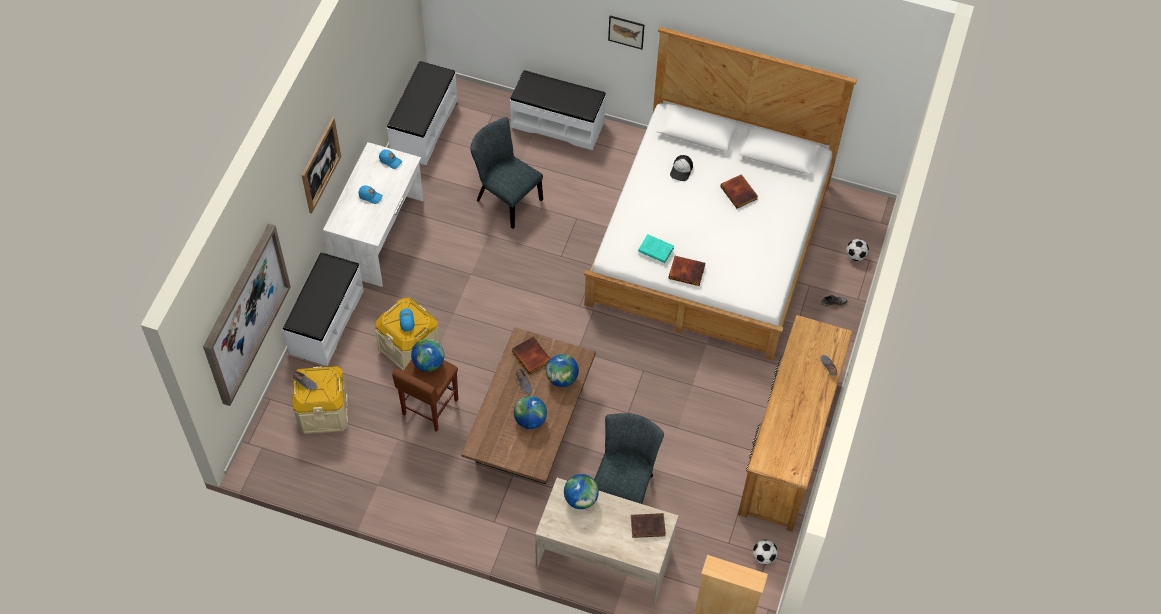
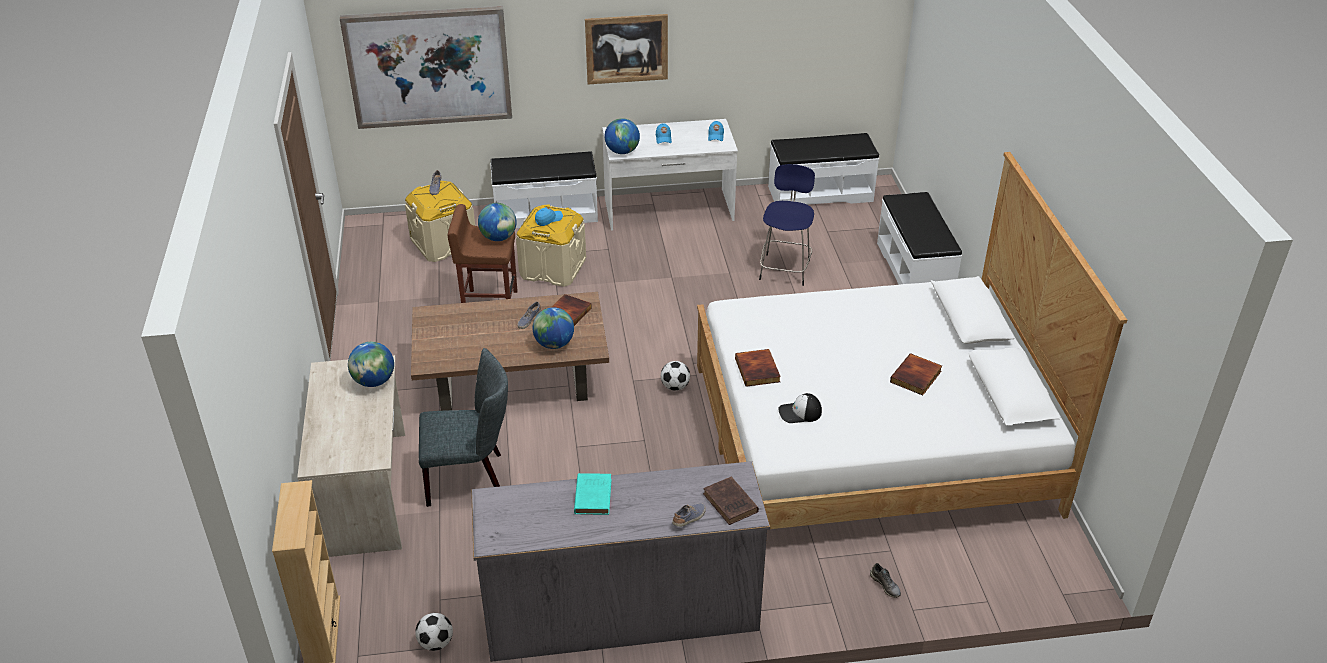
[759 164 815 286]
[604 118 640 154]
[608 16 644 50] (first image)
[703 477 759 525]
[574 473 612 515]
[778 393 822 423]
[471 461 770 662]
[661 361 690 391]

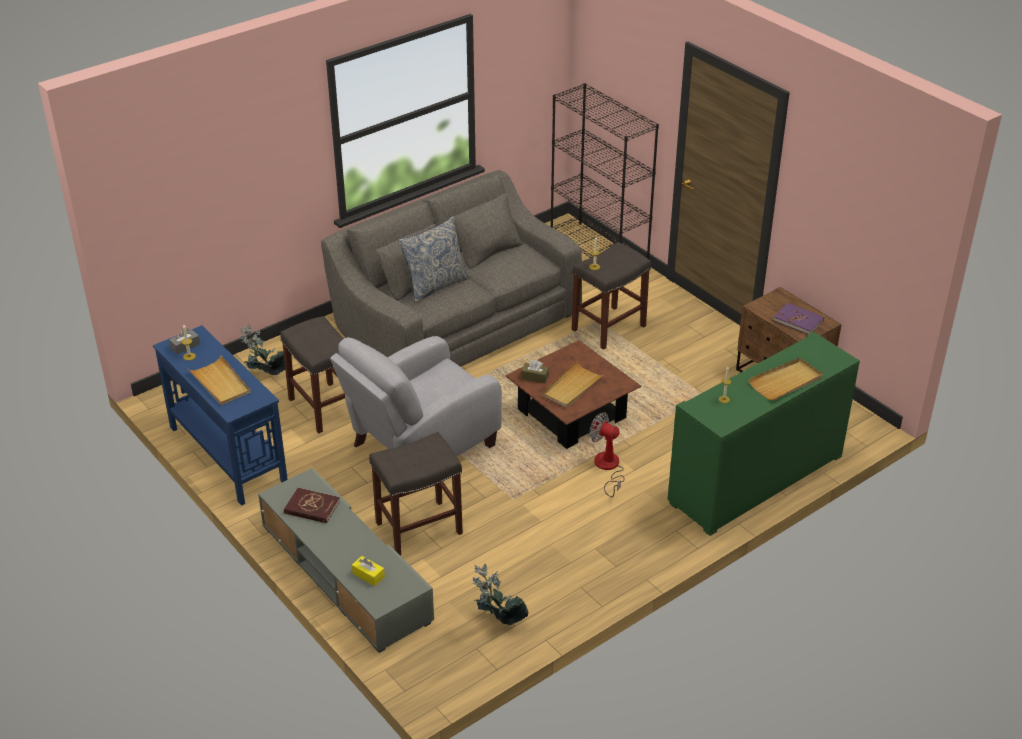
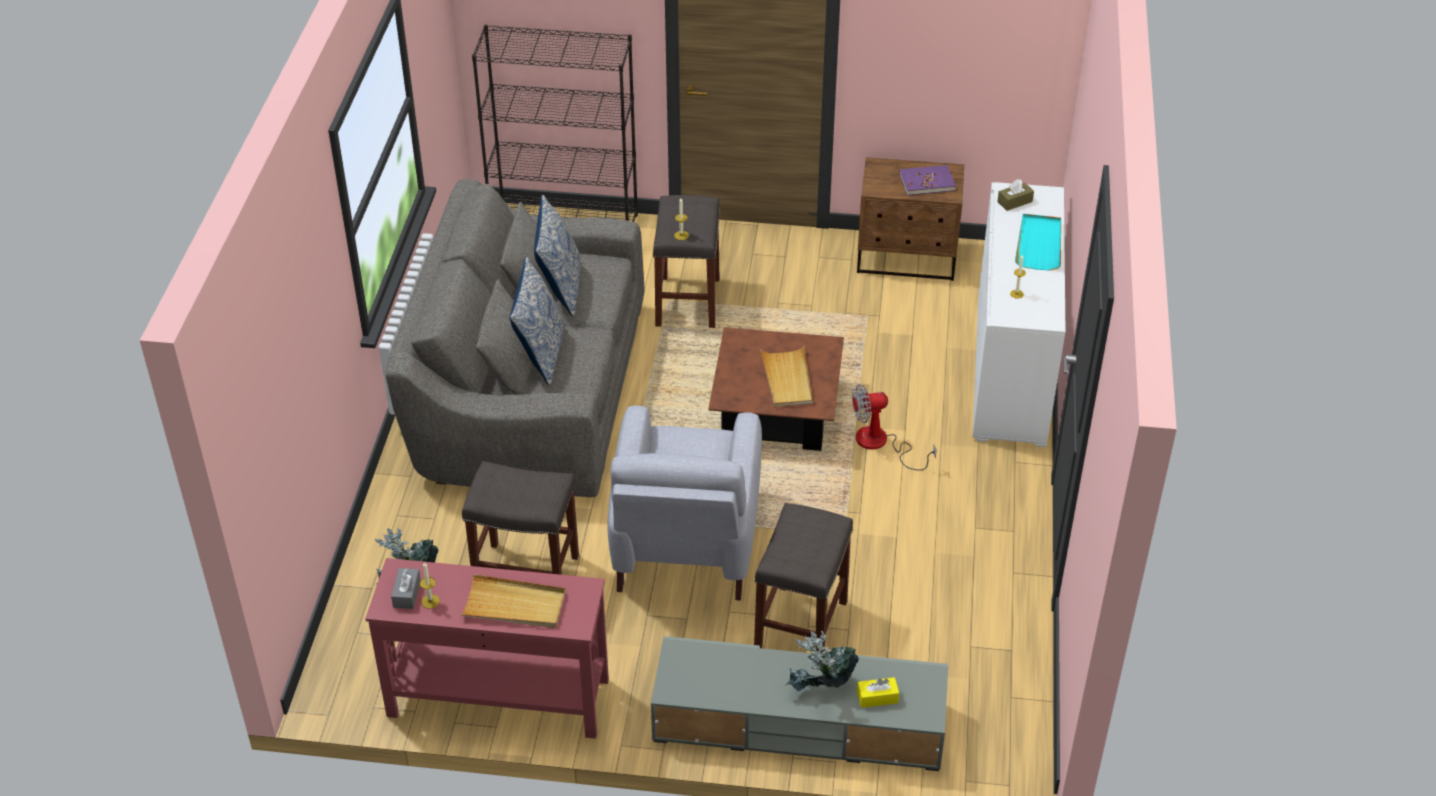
[365 558 609 739]
[284 488 340 523] (first image)
[785 631 859 692]
[997 179 1034 211]
[973 182 1065 447]
[1015 214 1061 271]
[534 194 581 317]

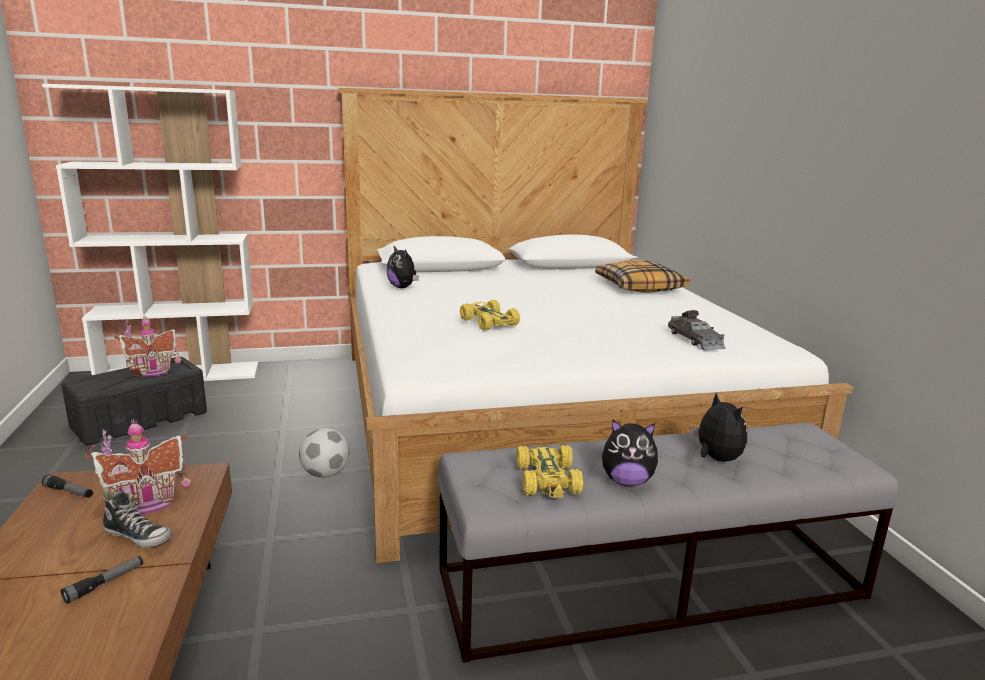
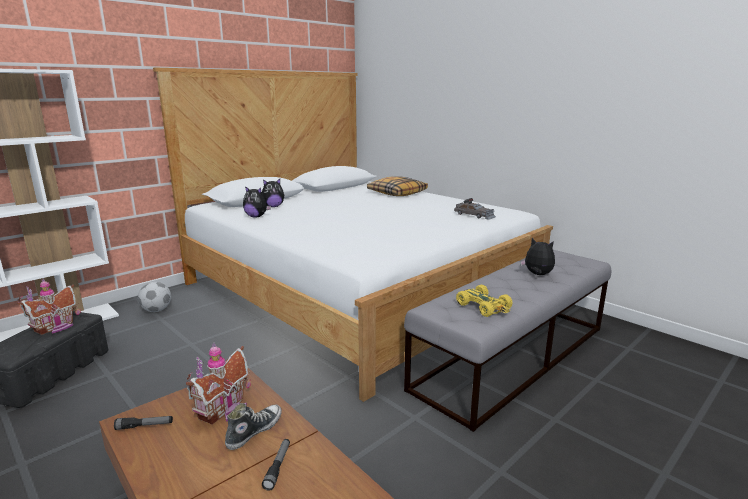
[225 403 282 450]
[138 282 171 312]
[460 300 520 330] (first image)
[262 179 285 207]

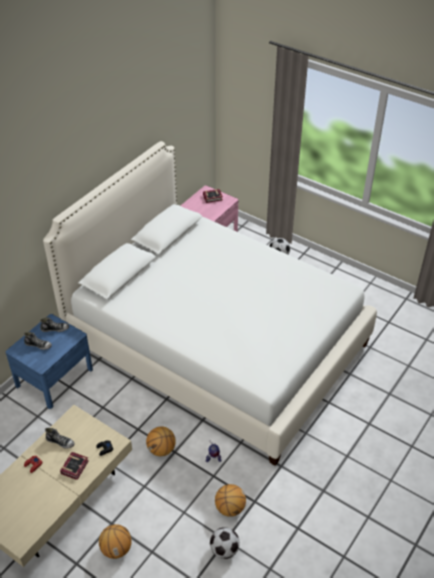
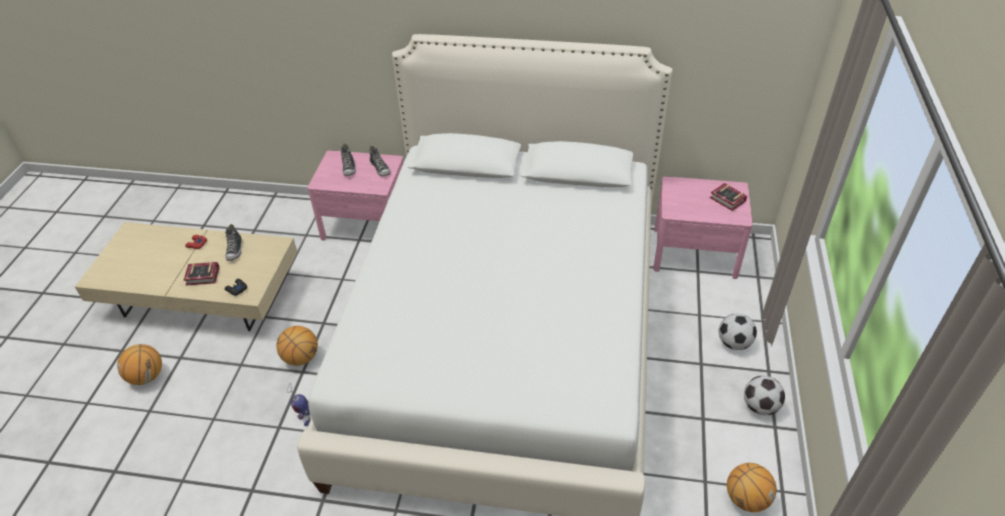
[307 150 404 241]
[744 376 785 415]
[727 463 777 512]

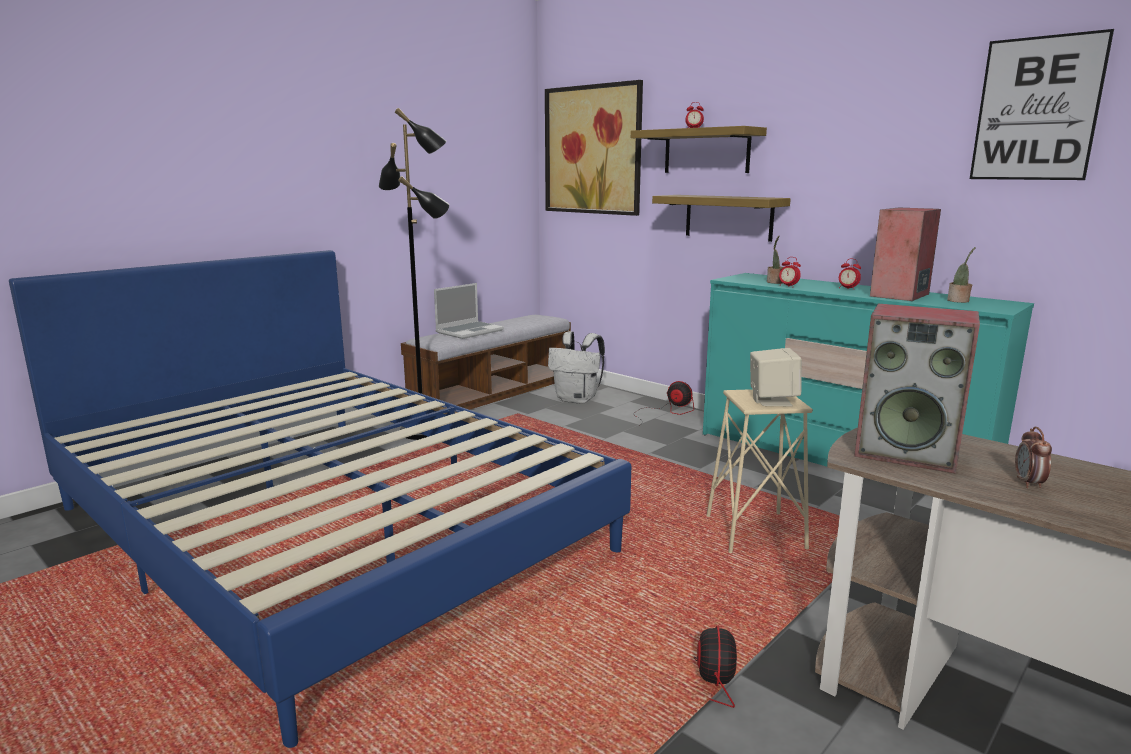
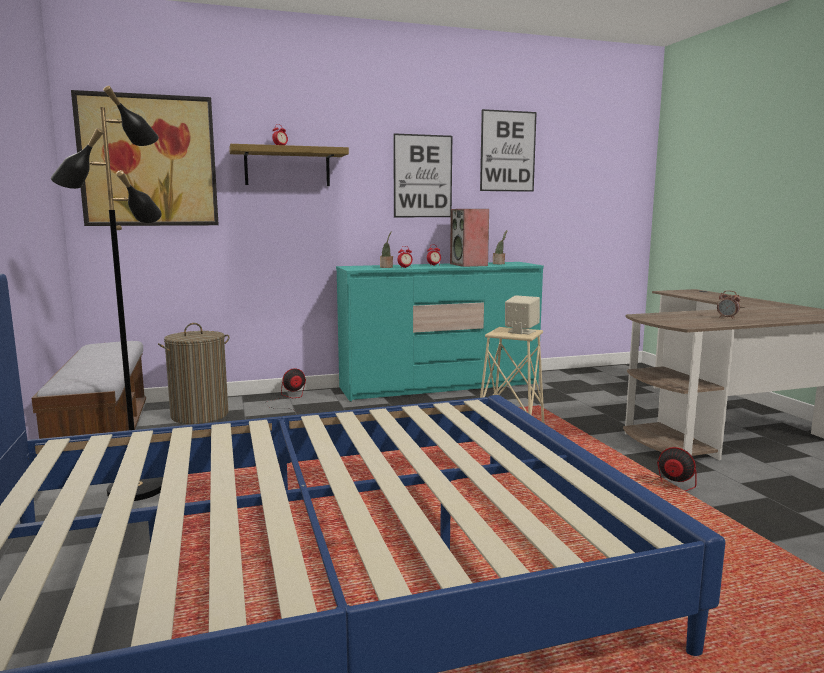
[434 283 504 339] (first image)
[158 323 230 424]
[652 195 791 242] (first image)
[854 304 980 474] (first image)
[393 133 452 217]

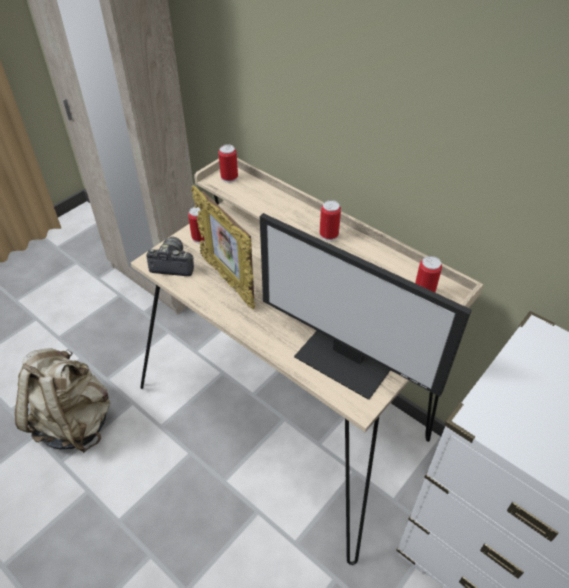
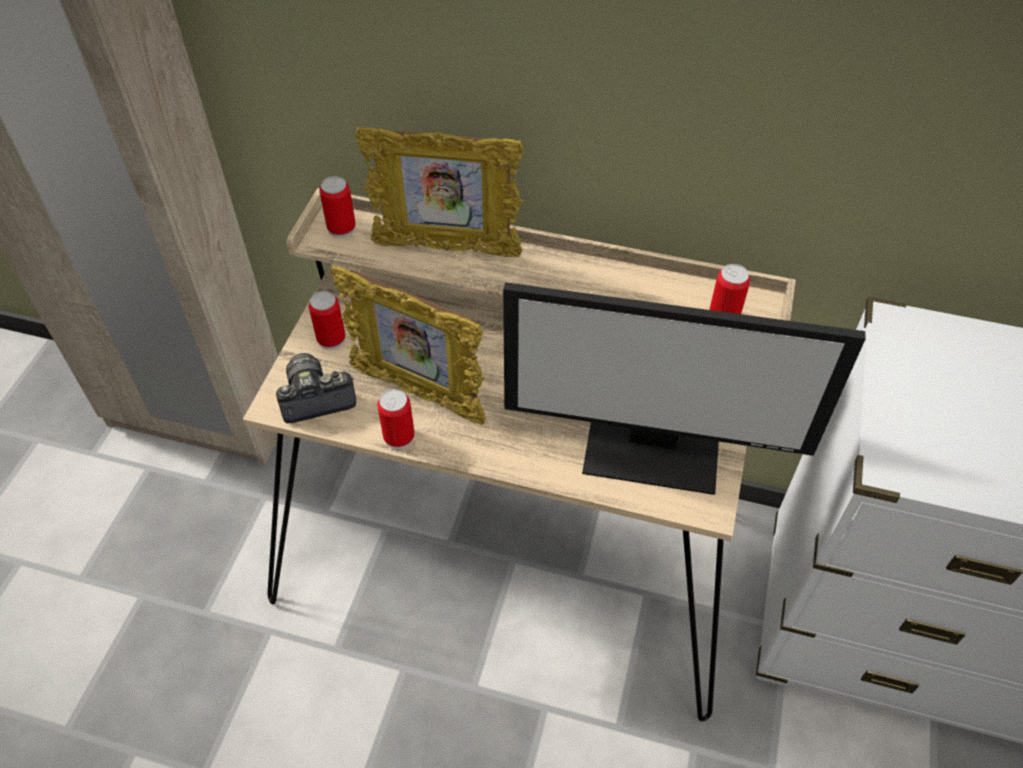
[15 348 110 453] (first image)
[377 389 415 449]
[355 127 524 257]

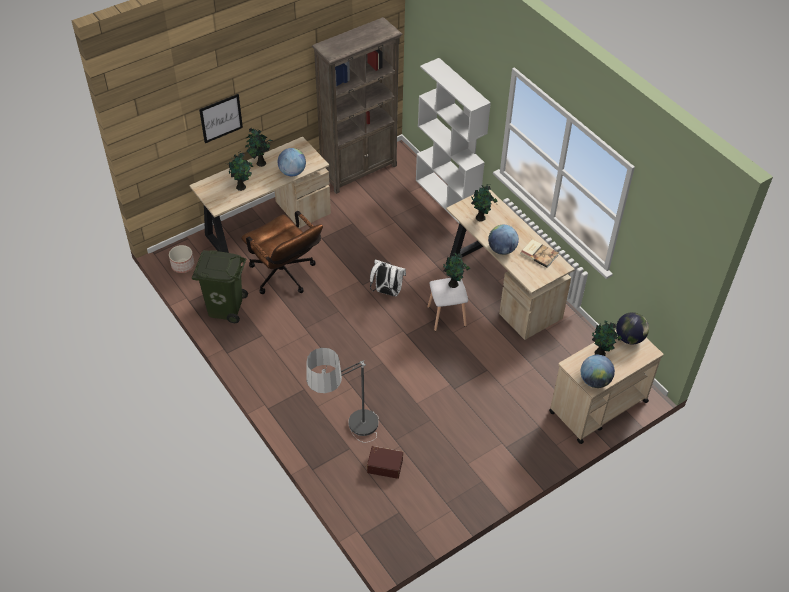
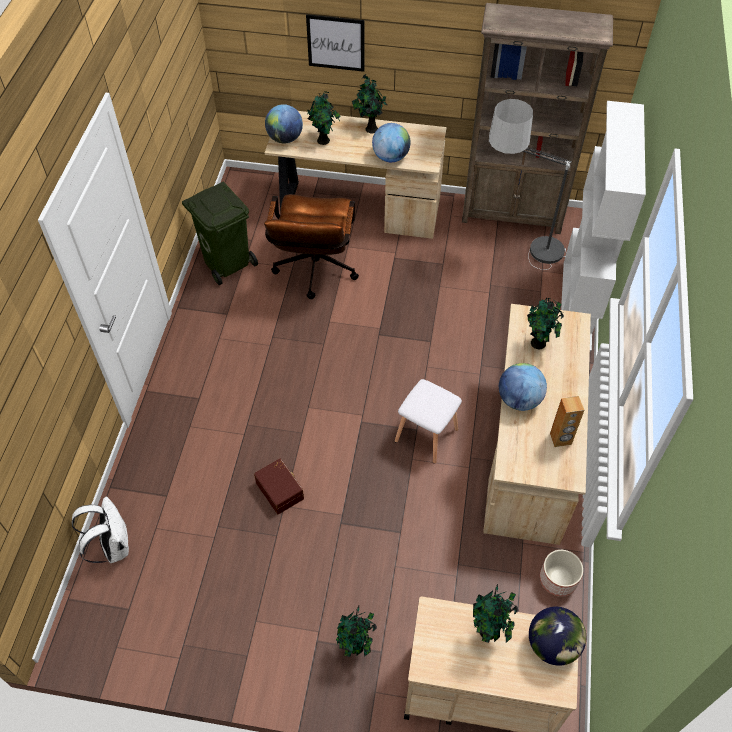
[540 550 583 597]
[489 99 572 270]
[254 458 304 514]
[72 497 129 563]
[336 606 377 657]
[550 396 584 447]
[265 104 303 143]

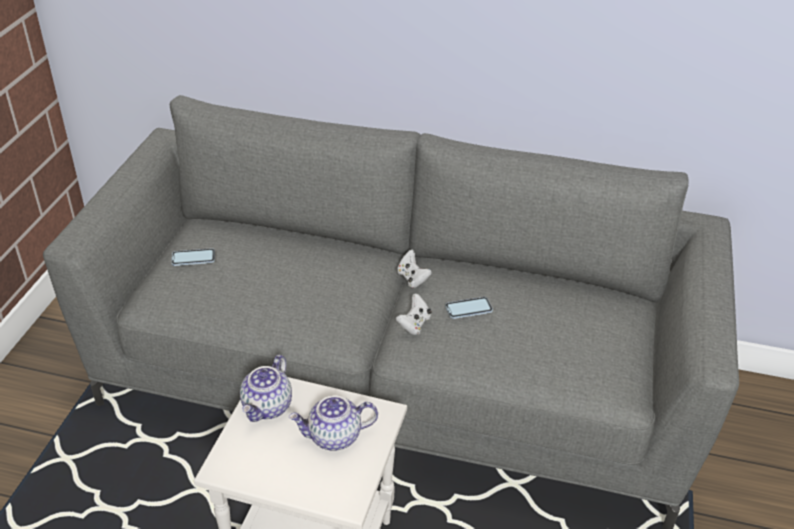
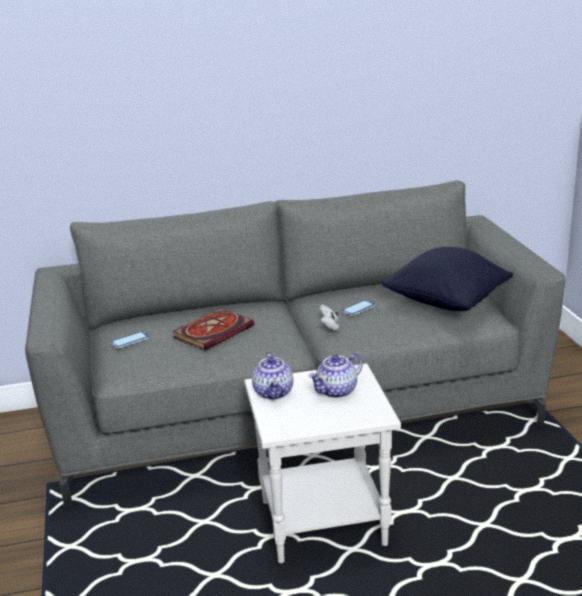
[397 250 432 288] (first image)
[172 308 254 350]
[382 247 513 311]

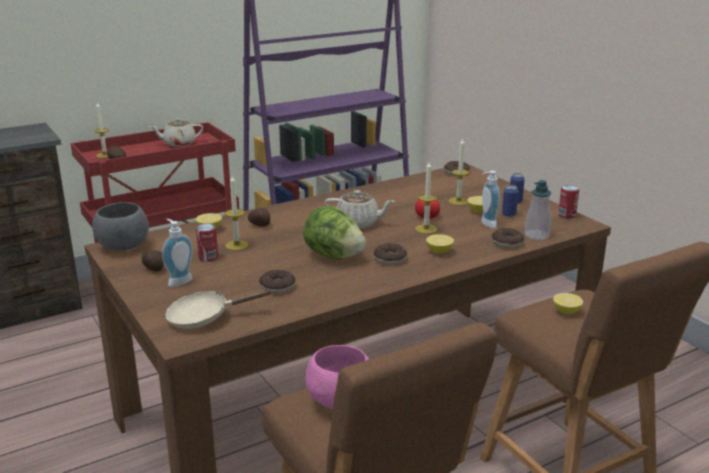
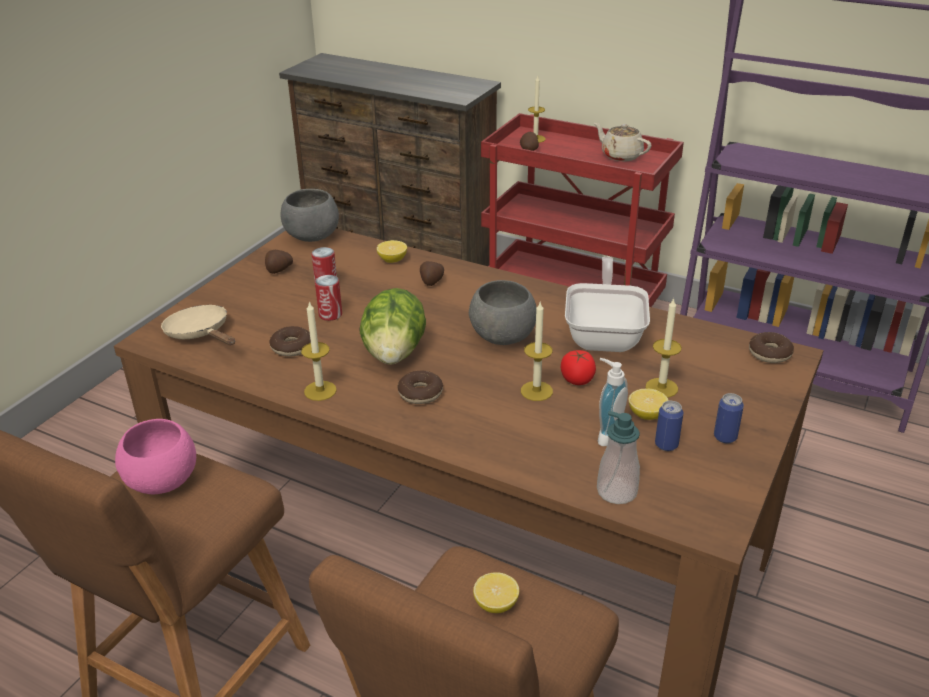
[162 219 193 287] (first image)
[301 301 337 401]
[469 280 537 345]
[426 234 454 254] (first image)
[492 228 524 248] (first image)
[315 275 342 321]
[565 257 650 352]

